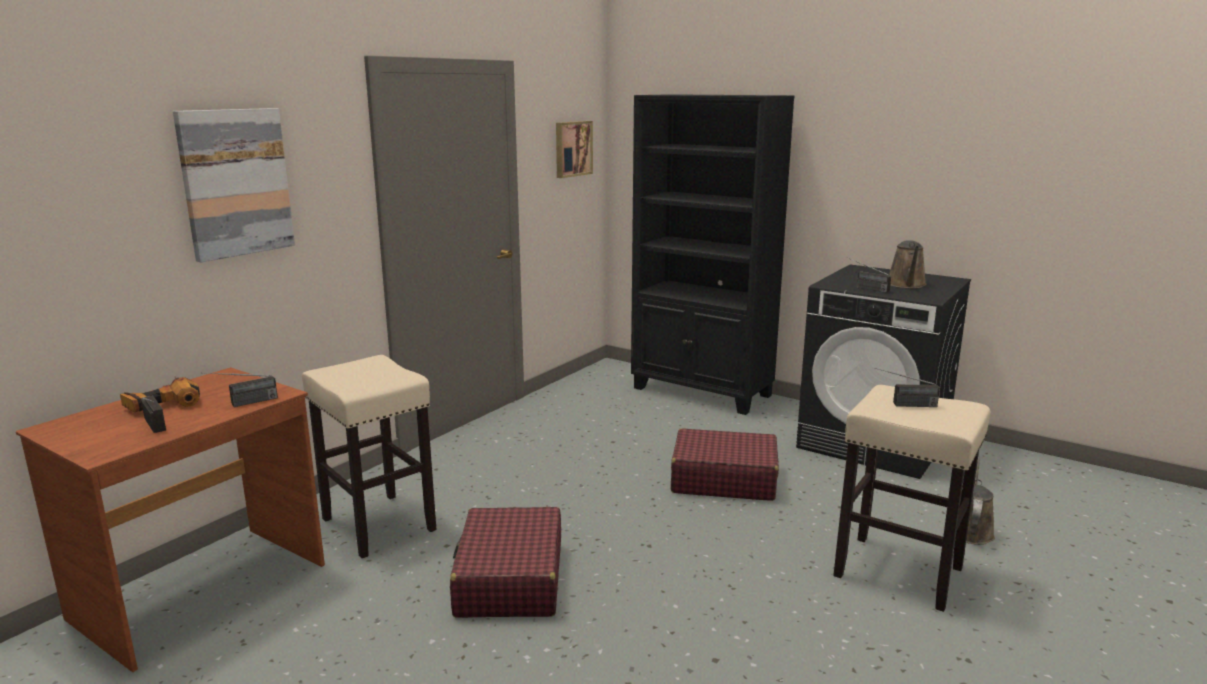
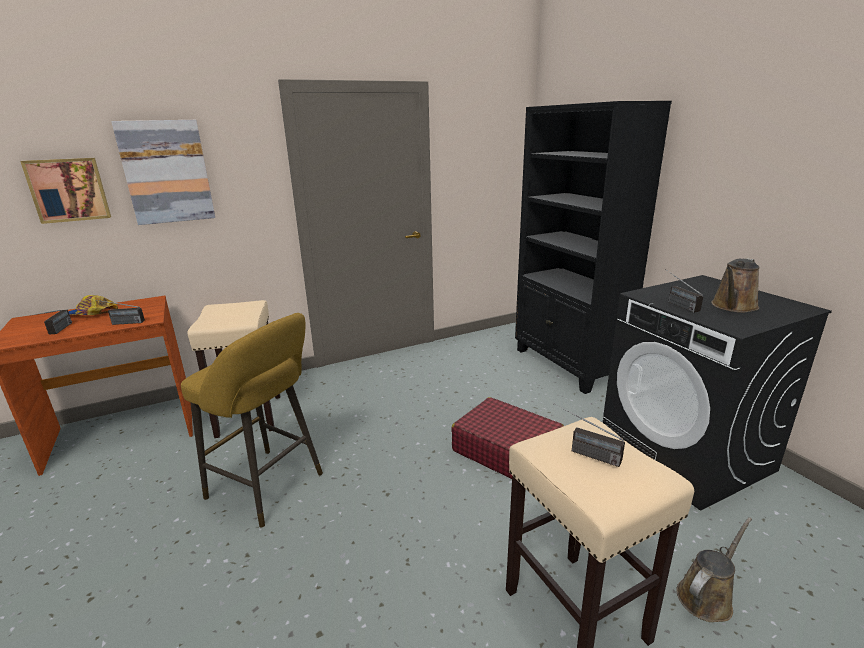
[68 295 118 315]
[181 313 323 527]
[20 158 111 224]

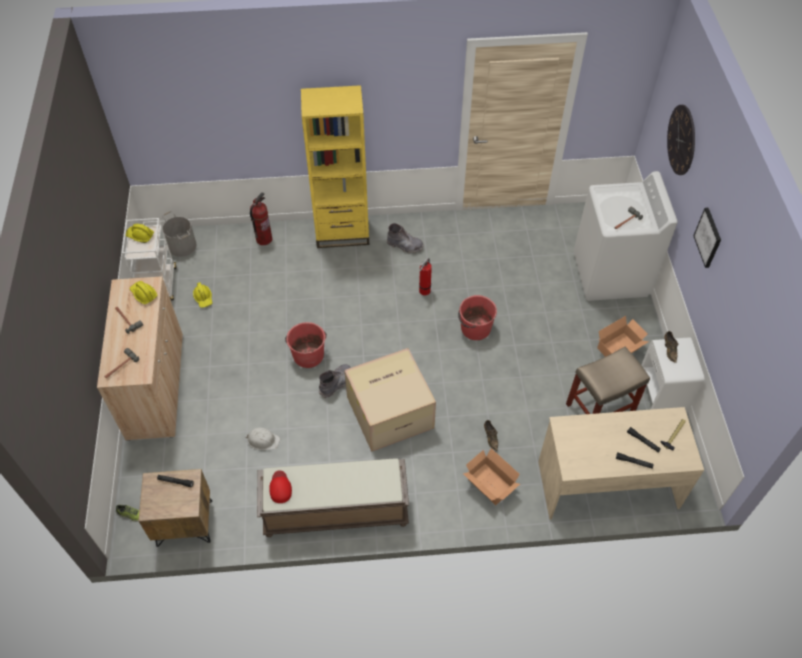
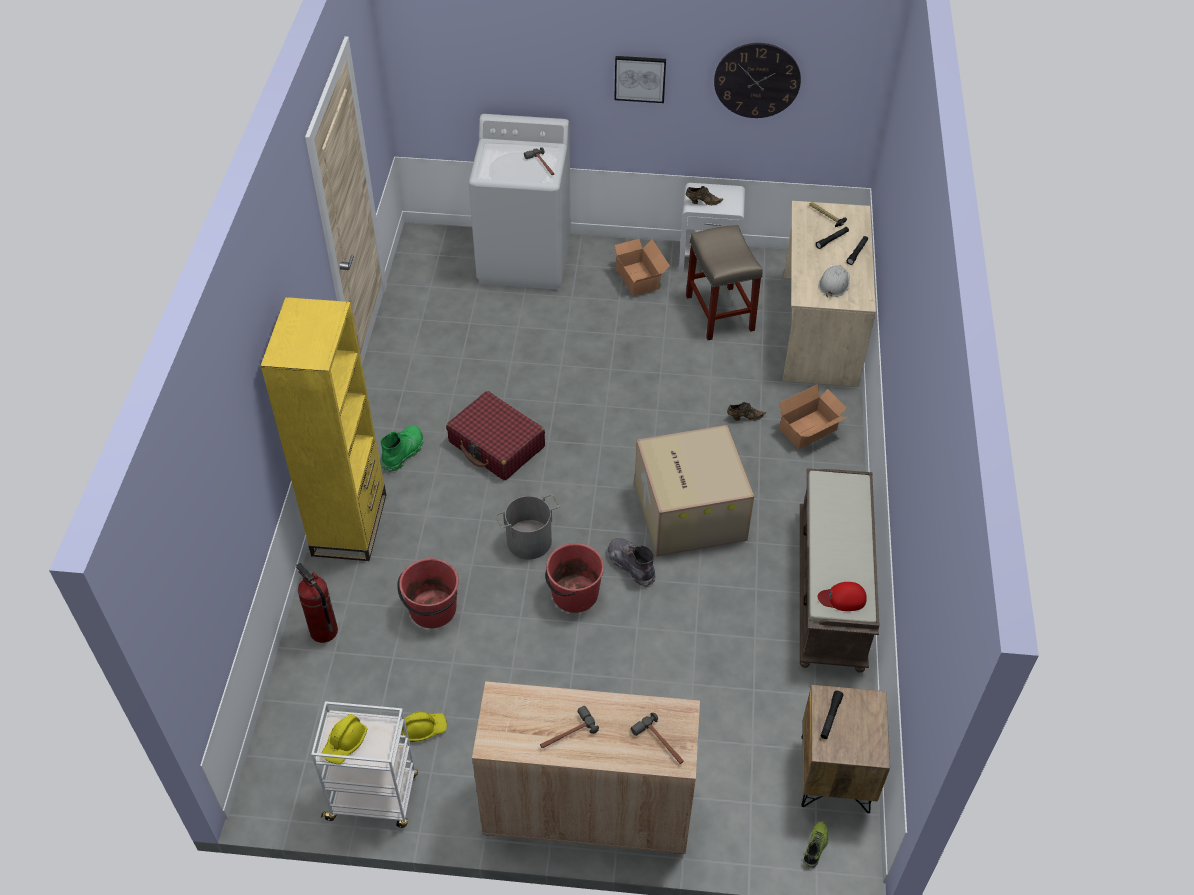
[130 281 158 304] (first image)
[495 494 560 560]
[818 265 850 298]
[380 425 423 473]
[446 391 545 481]
[397 558 459 628]
[714 43 801 118]

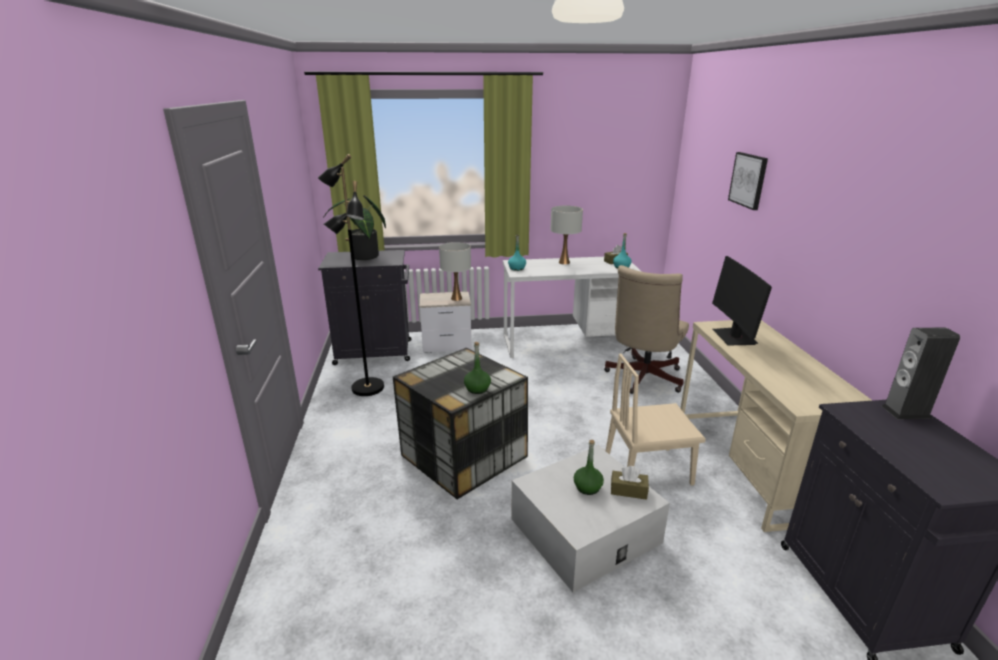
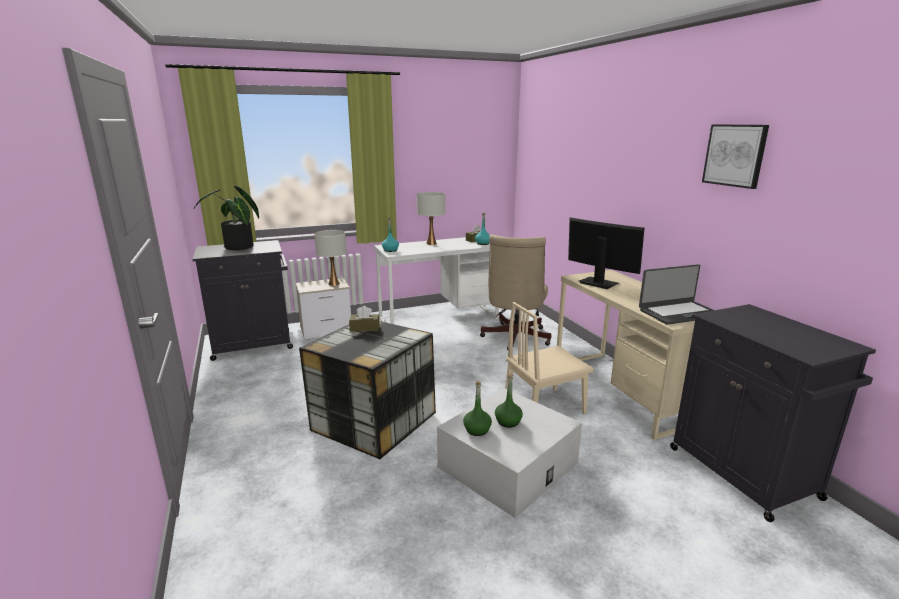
[318 154 384 396] (first image)
[463 381 492 436]
[349 306 380 332]
[568 217 645 289]
[702 124 769 189]
[882 327 960 419] (first image)
[639 264 714 325]

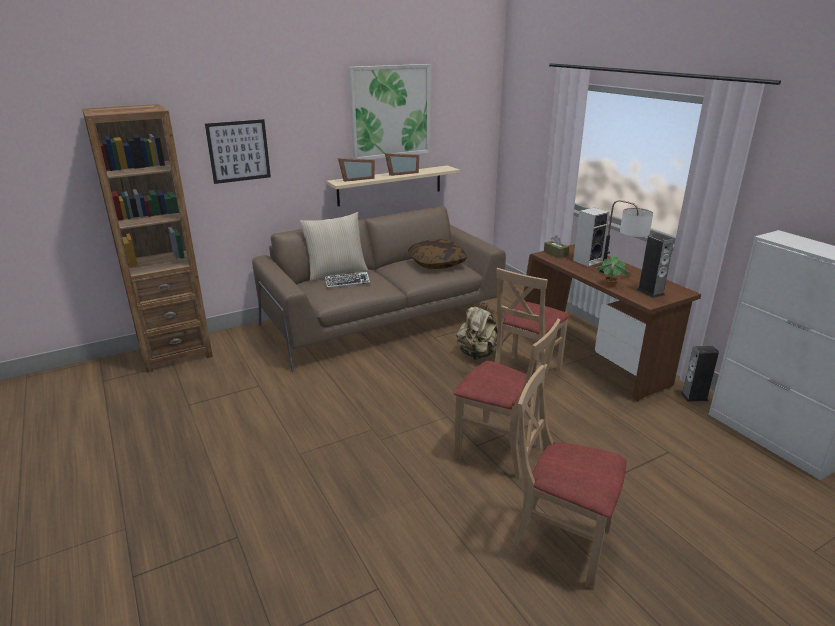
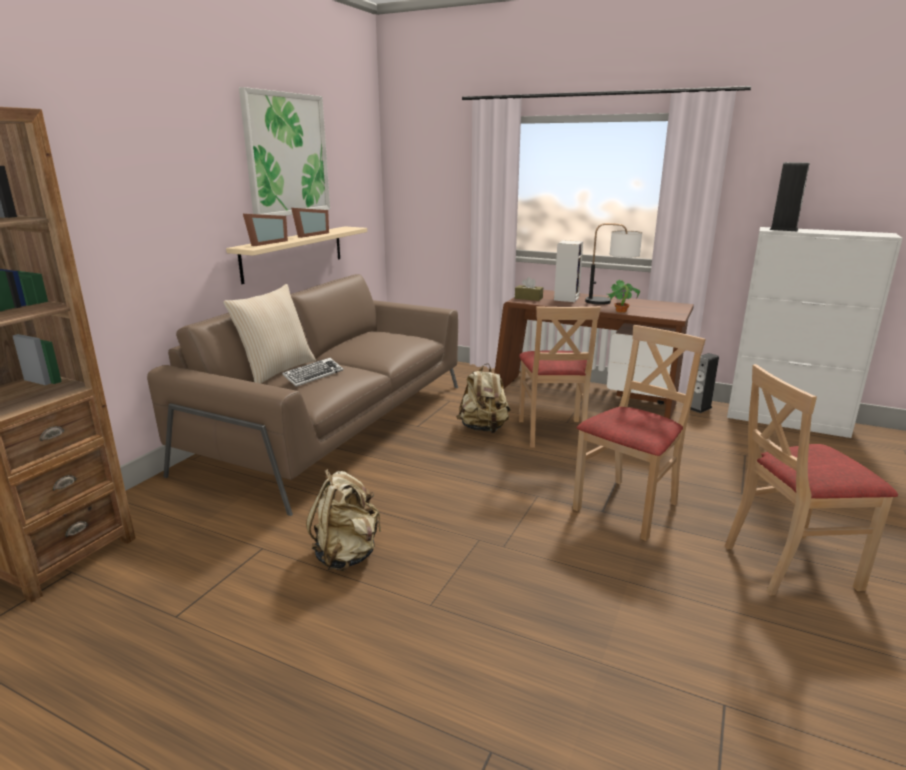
[205 119 271 184] (first image)
[408 239 467 269] (first image)
[573 325 706 541]
[769 162 809 231]
[306 469 381 571]

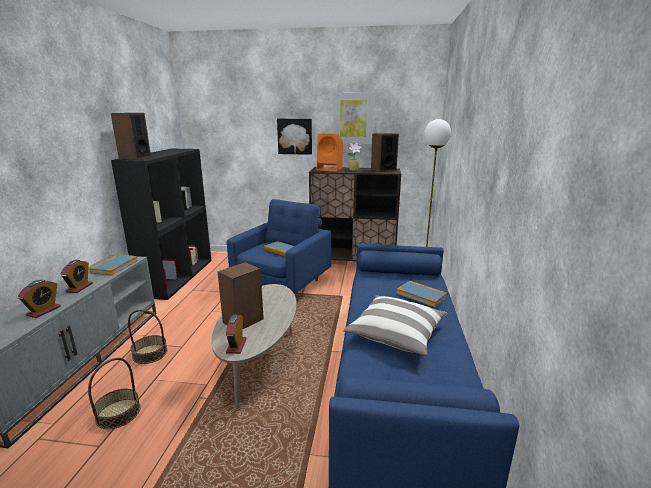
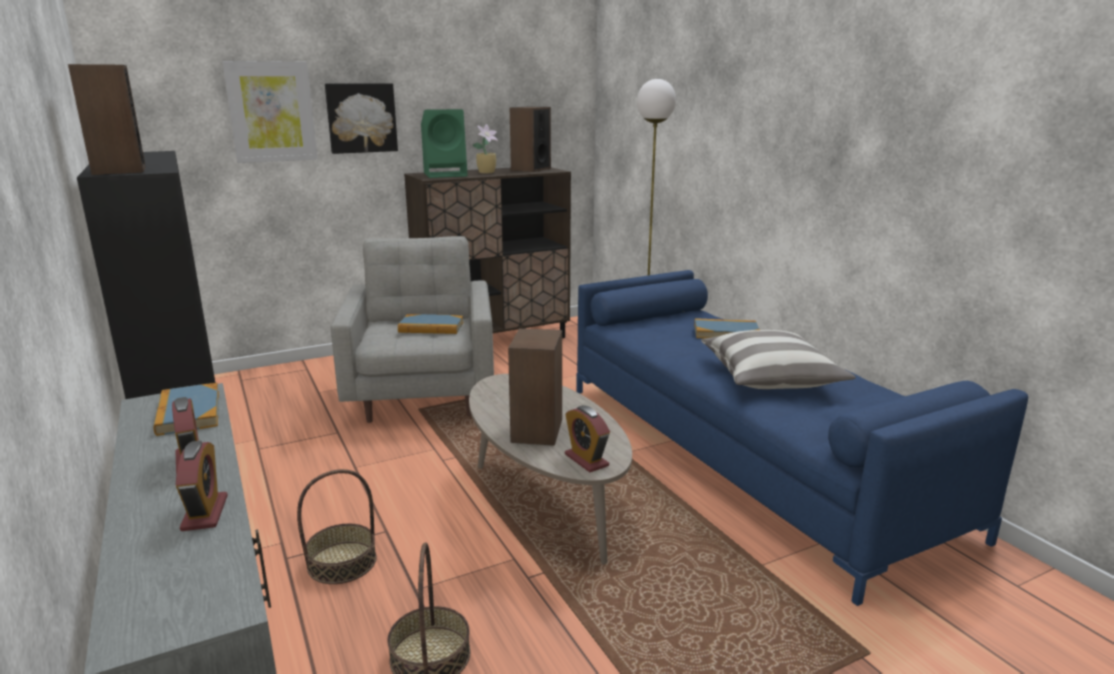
[331 236 494 423]
[421 109 468 178]
[222 61 318 163]

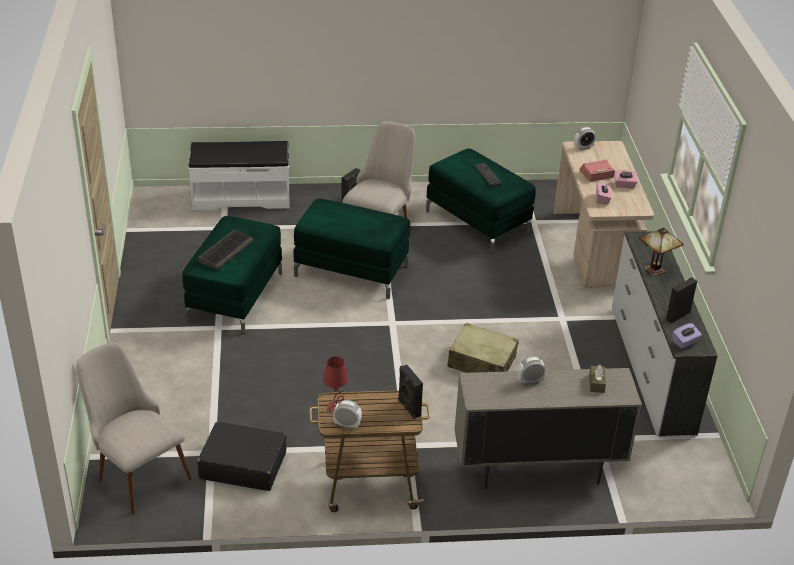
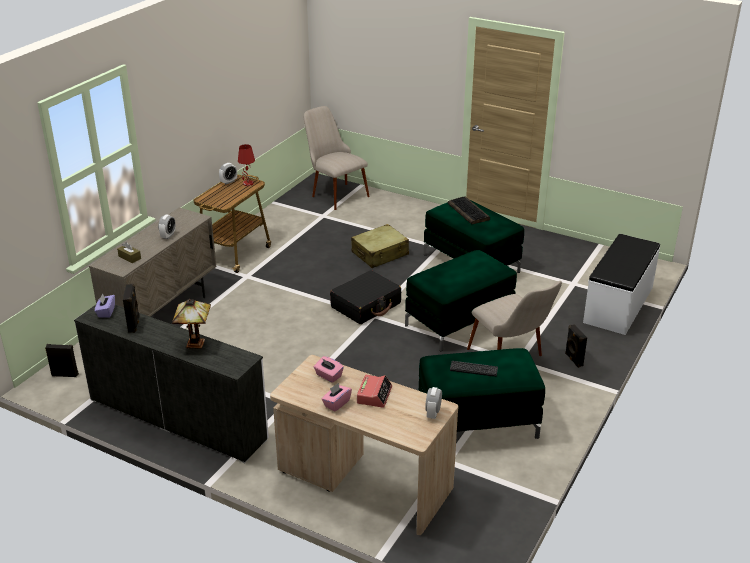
[304 106 370 210]
[330 270 401 324]
[45 344 79 377]
[351 224 409 268]

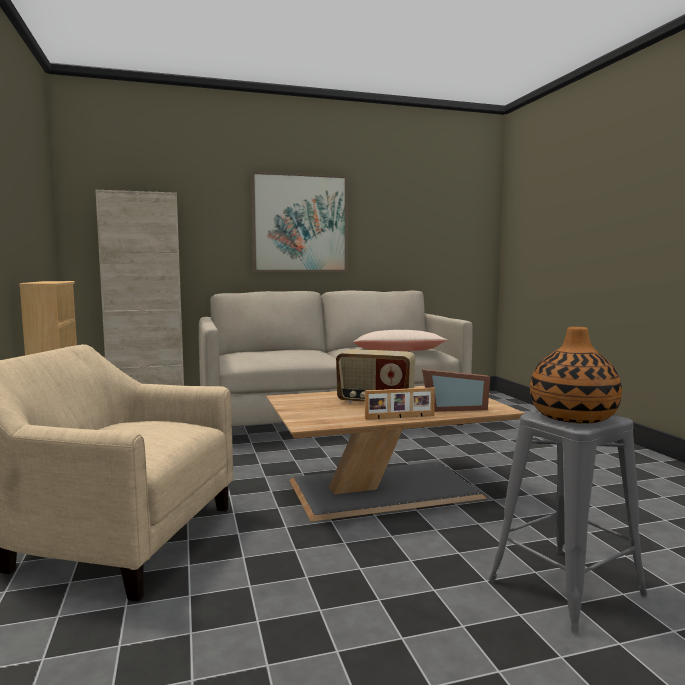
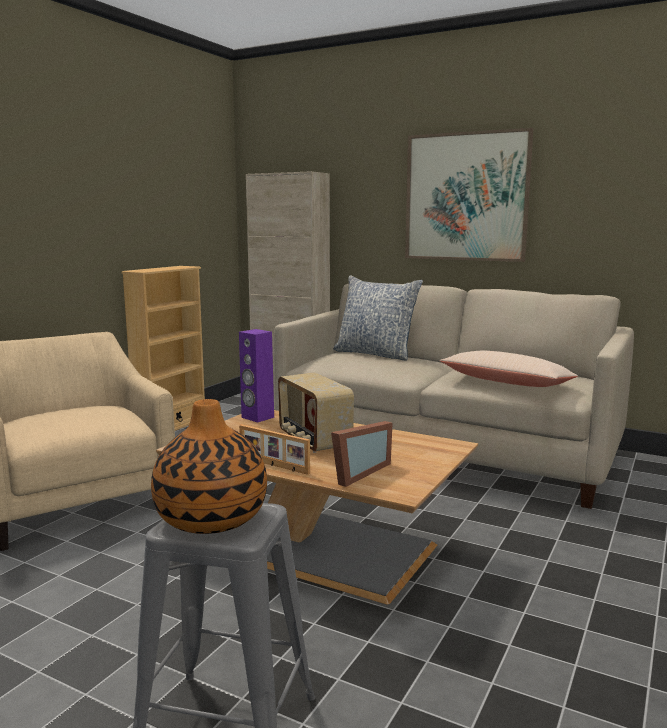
[331 421 393 487]
[239 329 274 422]
[333 275 423 361]

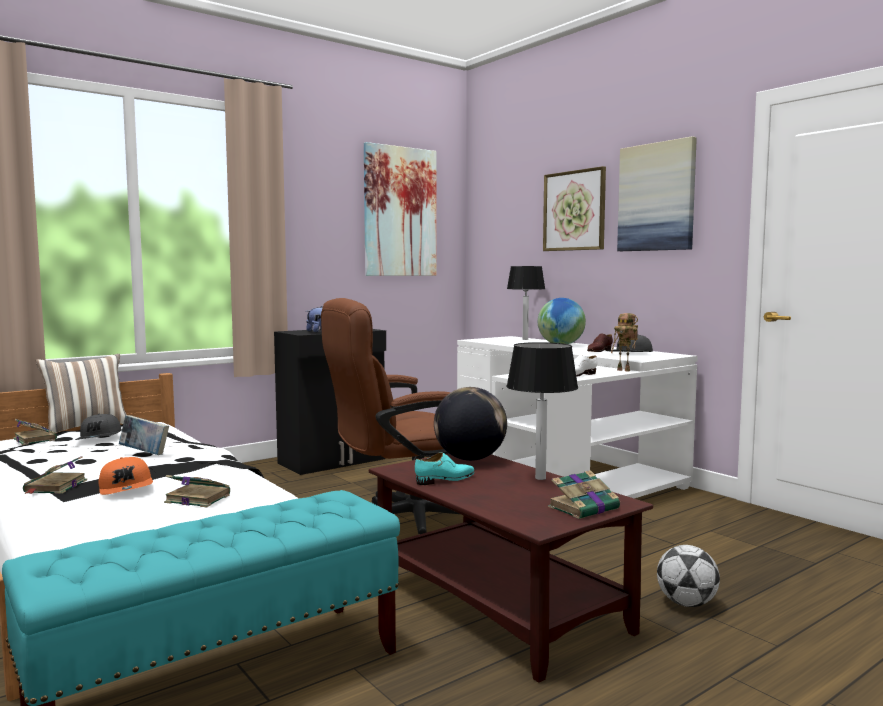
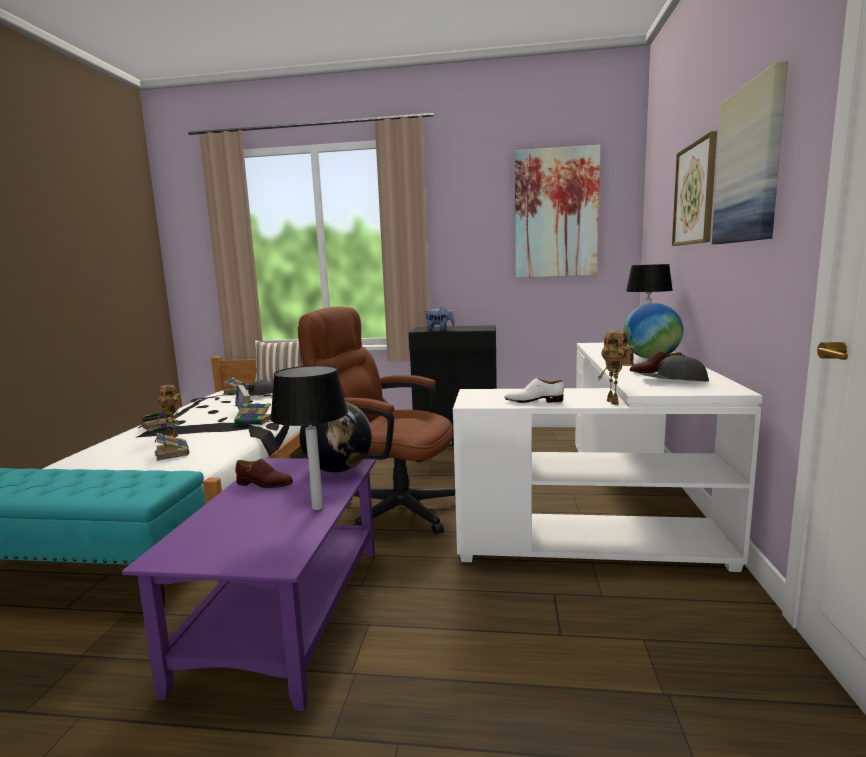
[157 385 183 437]
[122 458 376 711]
[235 459 293 488]
[234 403 271 425]
[657 545 720 607] (first image)

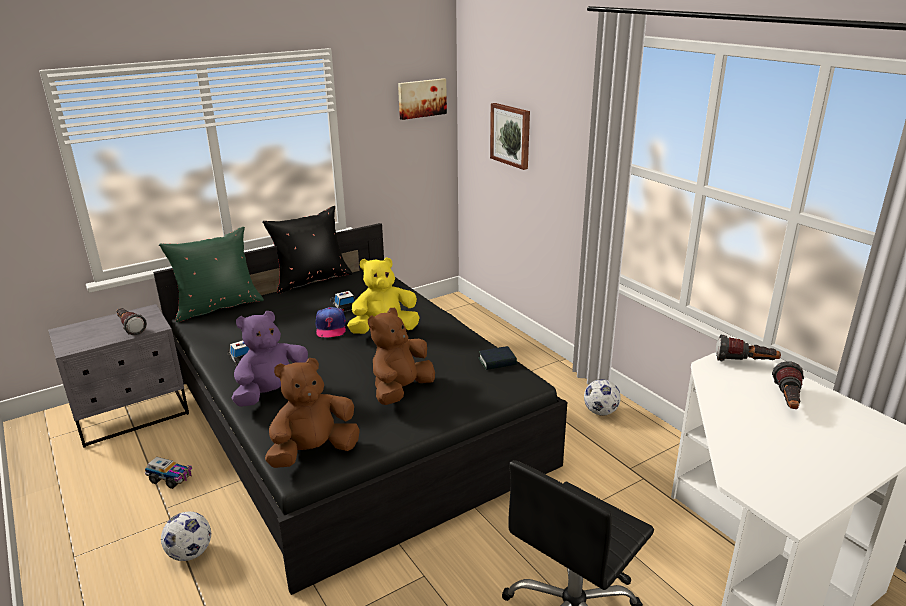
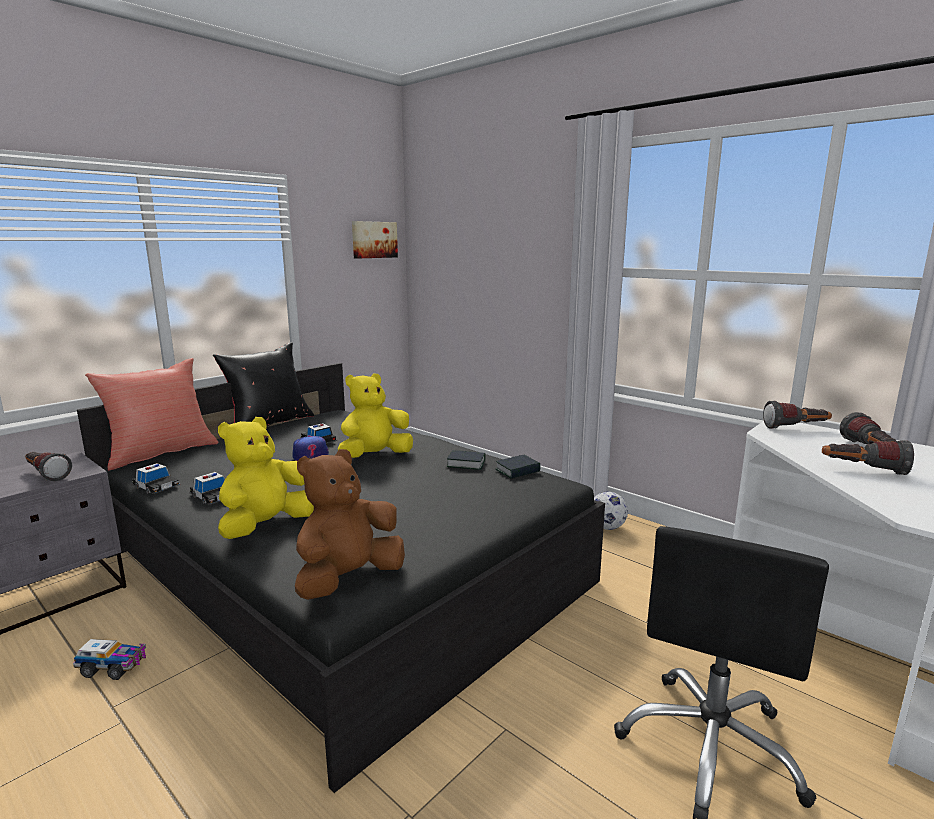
[85 358 218 471]
[161 512 211 561] (first image)
[218 417 314 539]
[368 308 435 405] (first image)
[490 103 530 170] (first image)
[132 463 180 494]
[447 450 485 470]
[822 440 914 475]

